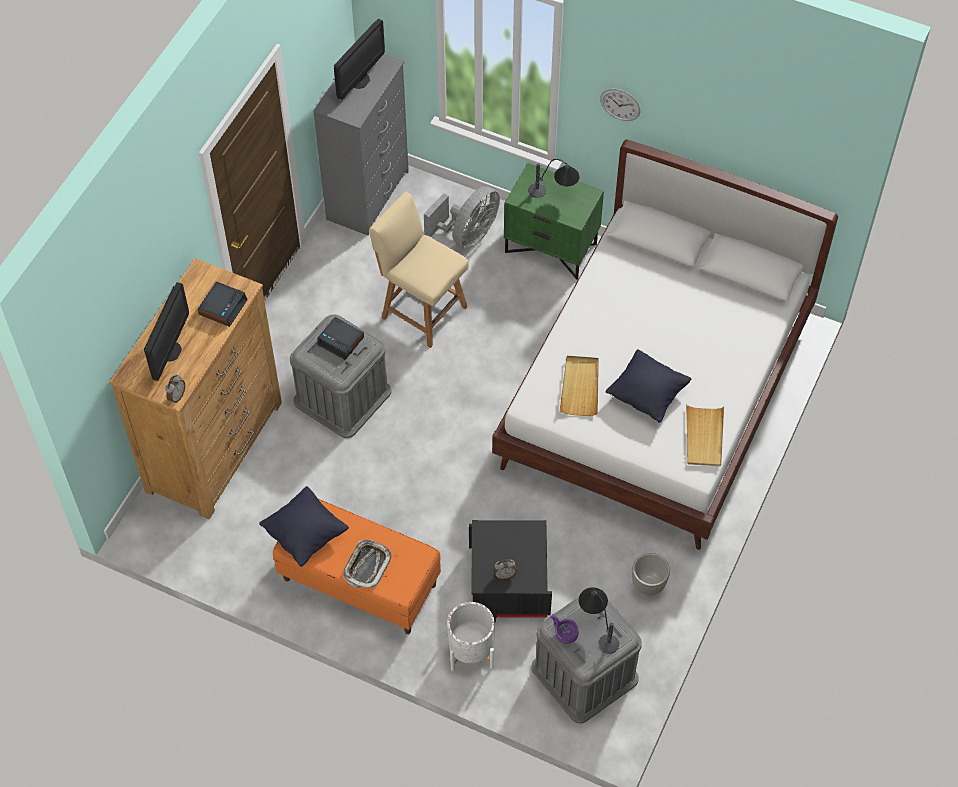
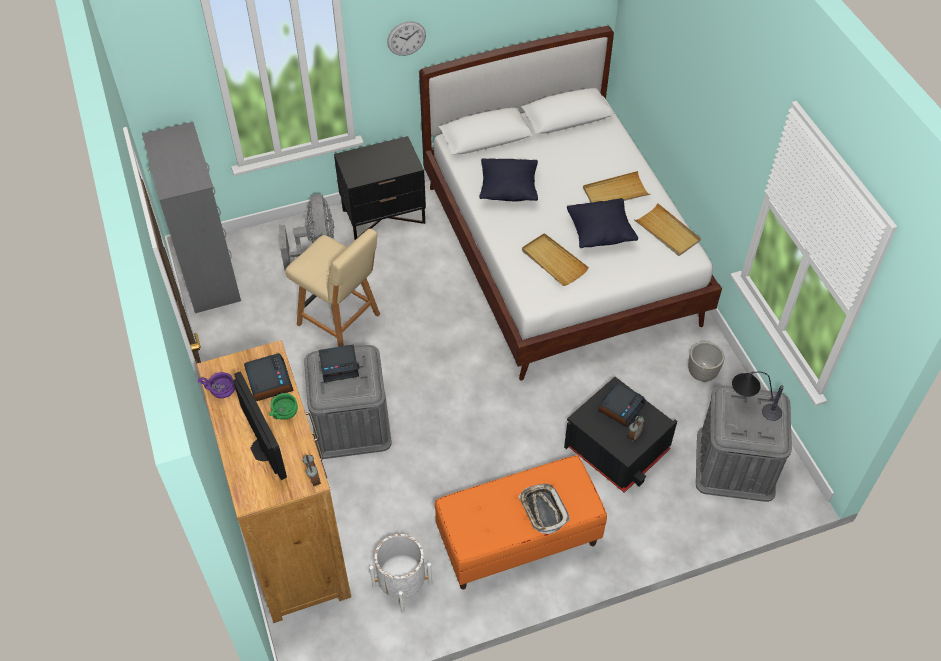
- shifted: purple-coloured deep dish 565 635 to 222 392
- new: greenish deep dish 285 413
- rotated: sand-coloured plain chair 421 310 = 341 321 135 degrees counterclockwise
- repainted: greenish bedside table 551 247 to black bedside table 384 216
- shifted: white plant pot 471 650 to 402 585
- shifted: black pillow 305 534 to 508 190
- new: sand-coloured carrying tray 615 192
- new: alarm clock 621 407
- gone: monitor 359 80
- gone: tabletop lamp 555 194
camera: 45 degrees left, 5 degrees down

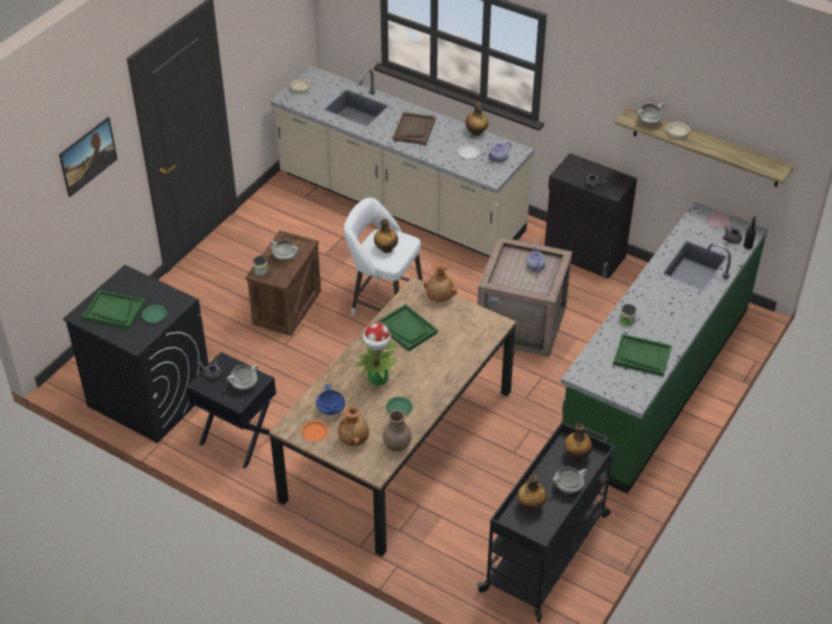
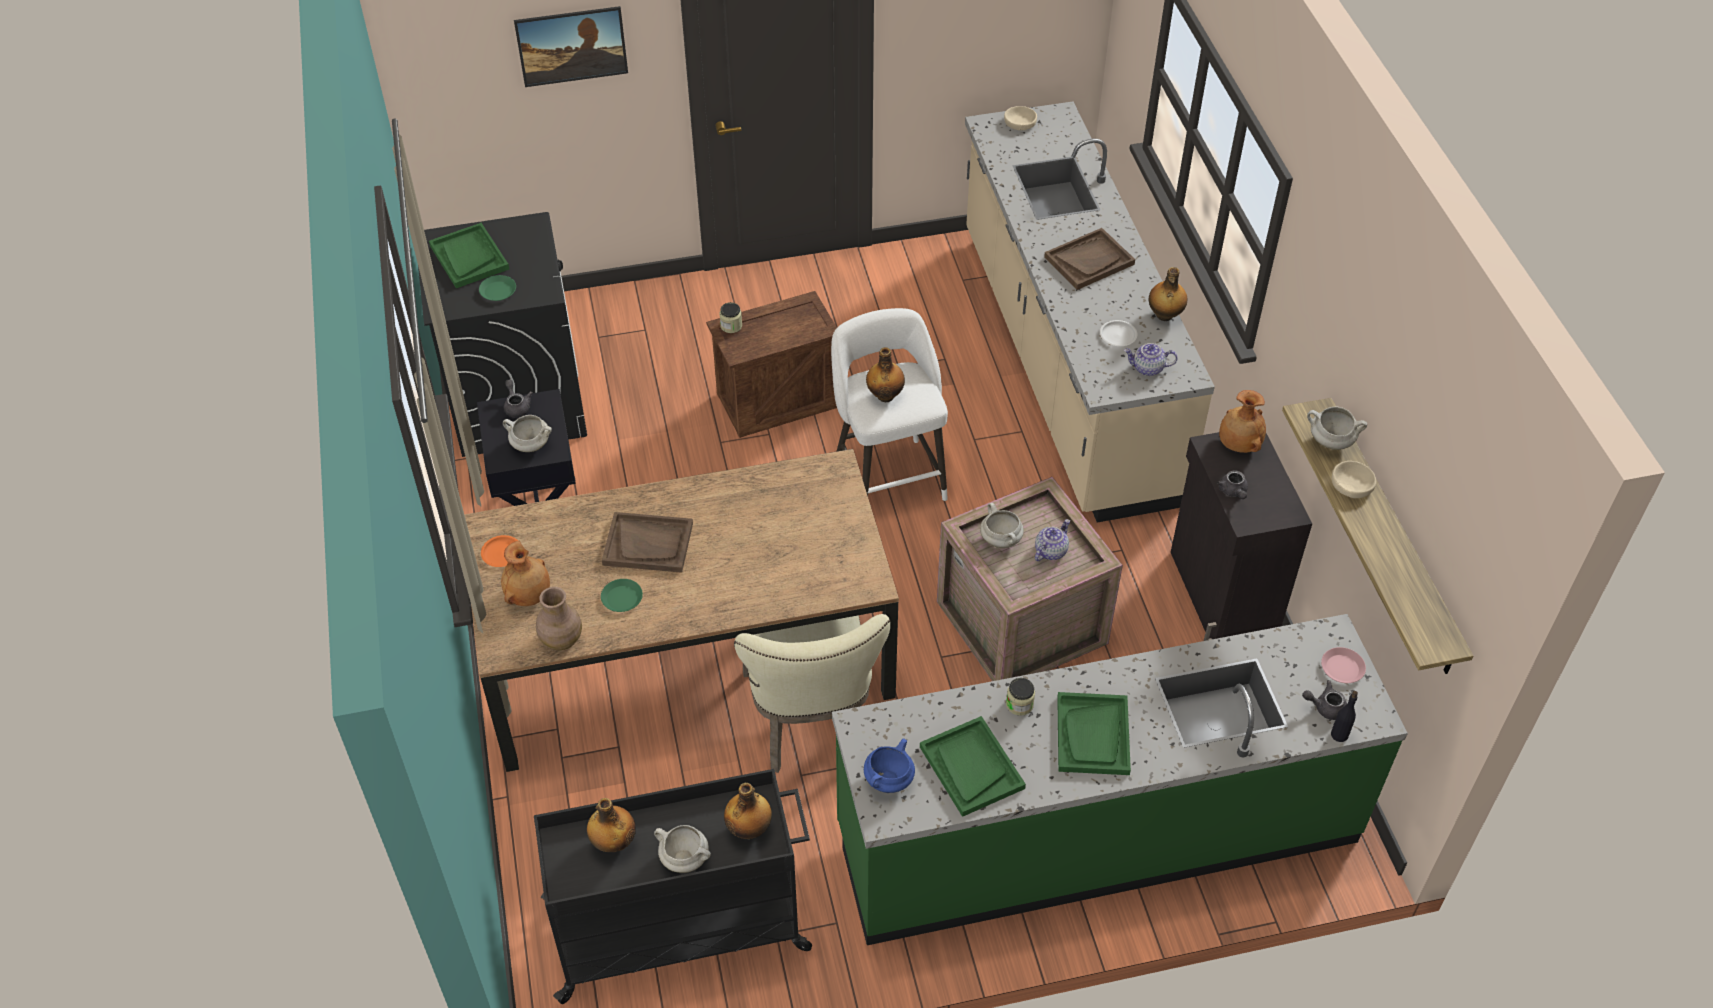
- swapped: potted plant 378 378 to brown carrying tray 648 544
- new: sand-coloured plain chair 810 722
- shifted: bluish saucepot 331 410 to 888 780
- shifted: white saucepot 285 257 to 1001 540
- shifted: greenish carrying tray 407 329 to 1093 735
- shifted: brown vase 439 298 to 1238 444
camera: 45 degrees right, 5 degrees up

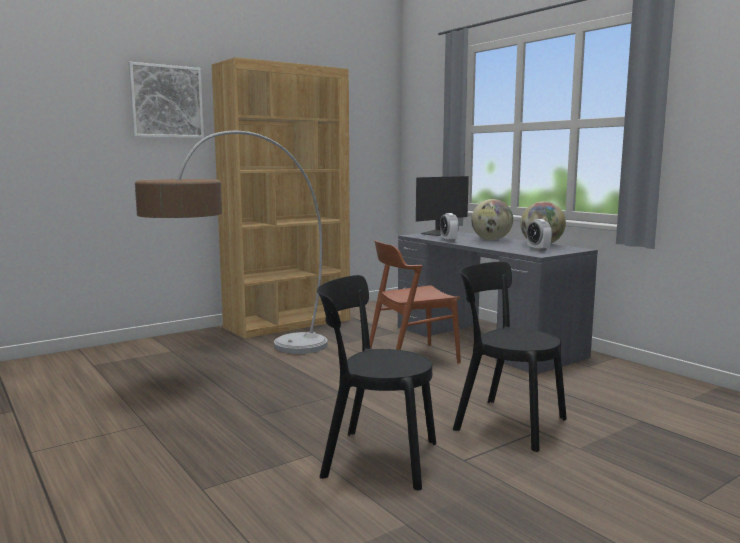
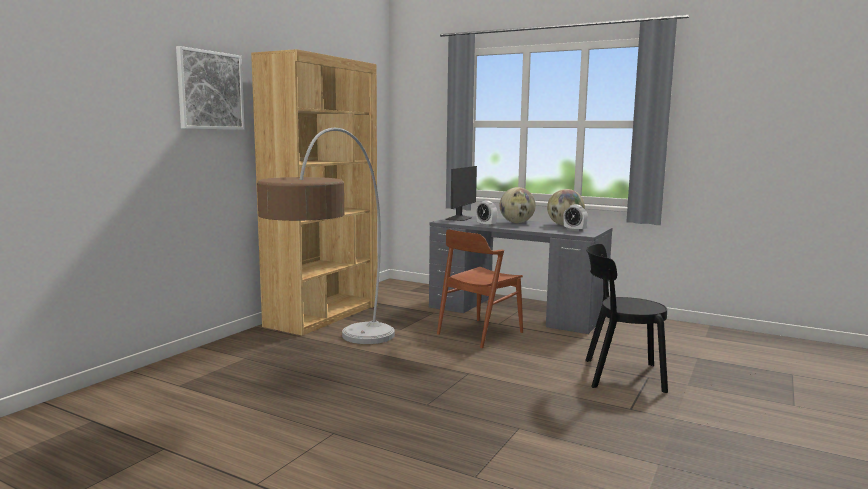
- gone: black plain chair 374 458
camera: 25 degrees left, 0 degrees up

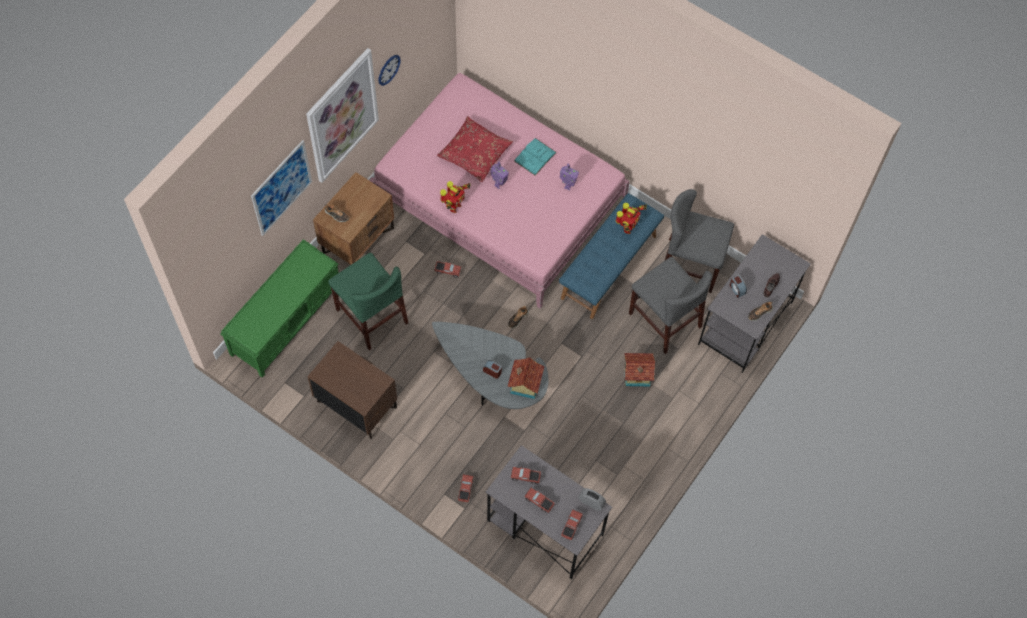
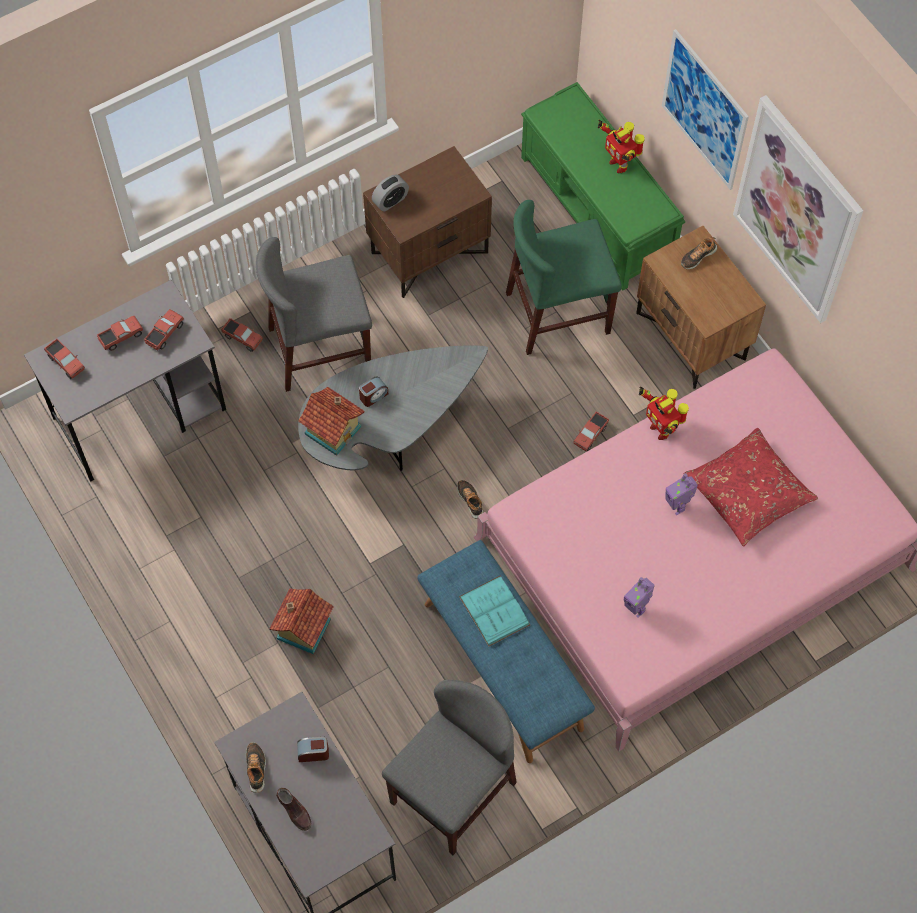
- shifted: grey plain chair 664 320 to 320 349
- shifted: alarm clock 591 502 to 390 201
- shifted: turquoise volume 535 156 to 494 610
- shifted: robot figure 627 228 to 619 163
- gone: wall clock 389 69
camera: 115 degrees right, 0 degrees up

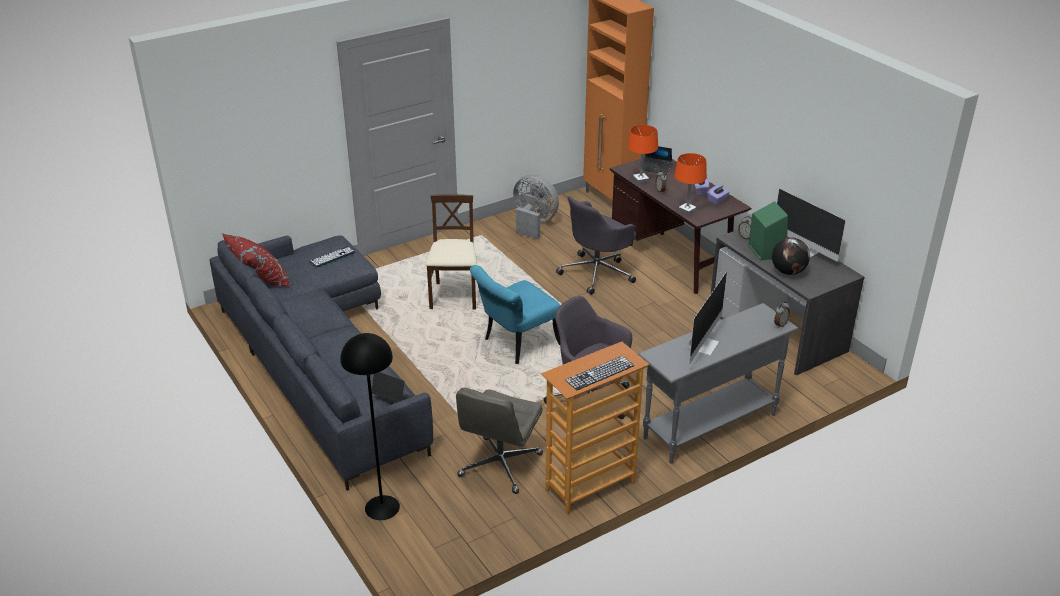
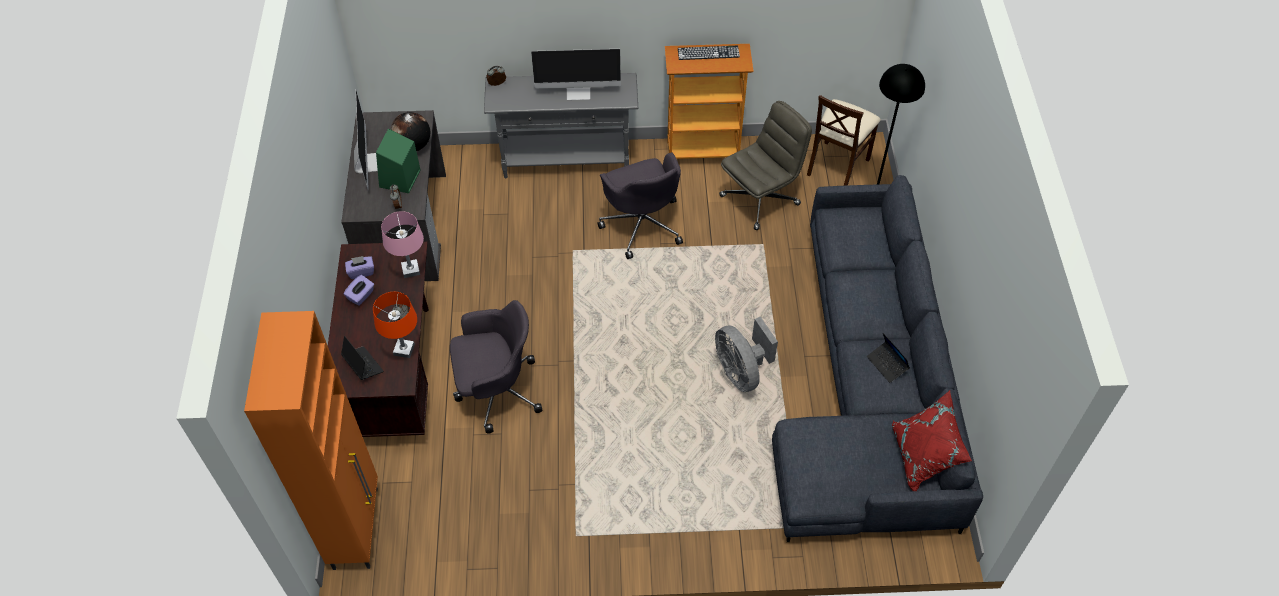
- repainted: orange-coloured tabletop lamp 687 211 to pinkish tabletop lamp 411 270
- rotated: monitor 703 345 = 578 92 150 degrees counterclockwise
- shifted: grey fan 533 223 to 741 371
- shifted: sand-coloured plain chair 454 297 to 837 165
- shifted: portable computer 392 398 to 887 364
- gone: computer keyboard 332 257
- gone: turquoise plain chair 515 344
camera: 150 degrees left, 20 degrees up

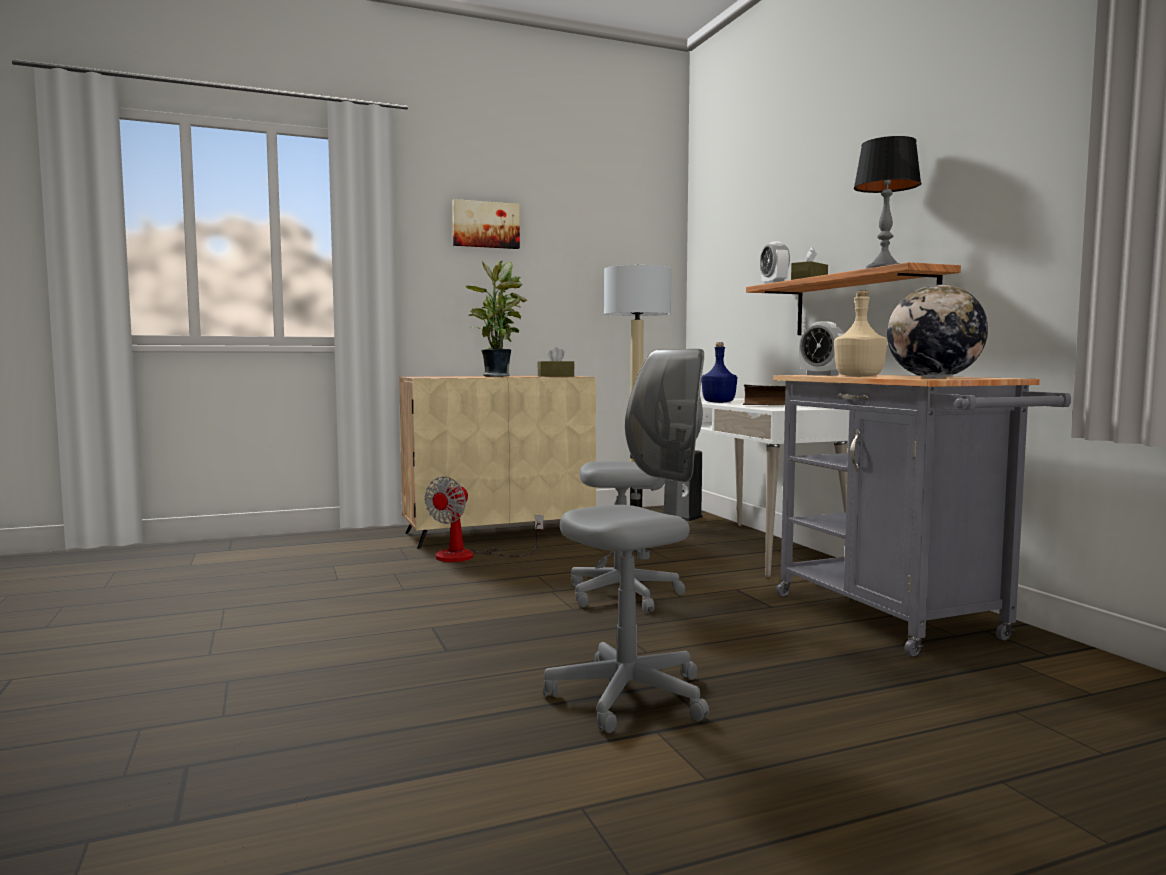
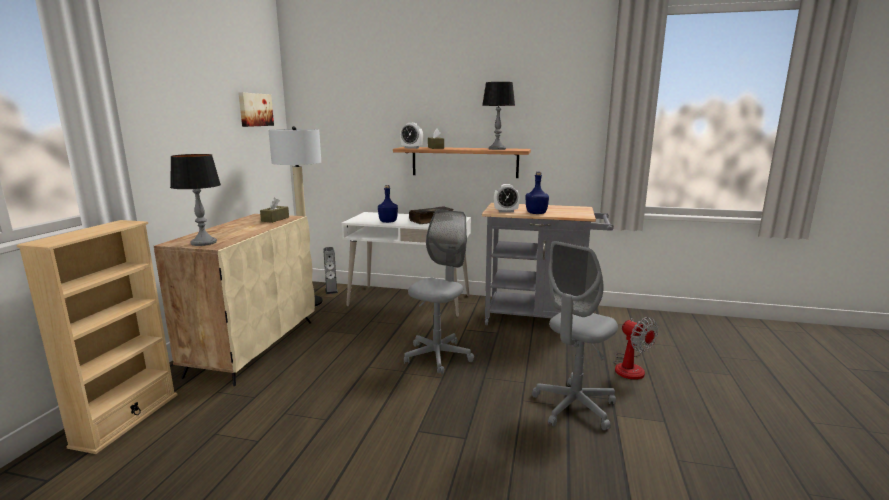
- new: sand-coloured bookcase 126 419
- new: tabletop lamp 203 243
- shifted: wall art 485 225 to 255 109
- repainted: sand-coloured bottle 858 376 to bluish bottle 536 213
- rotated: grey desk chair 629 696 = 574 407 135 degrees counterclockwise
- shifted: fan 469 556 to 630 366
- gone: potted plant 497 376
- gone: desk globe 934 378
camera: 55 degrees left, 10 degrees up

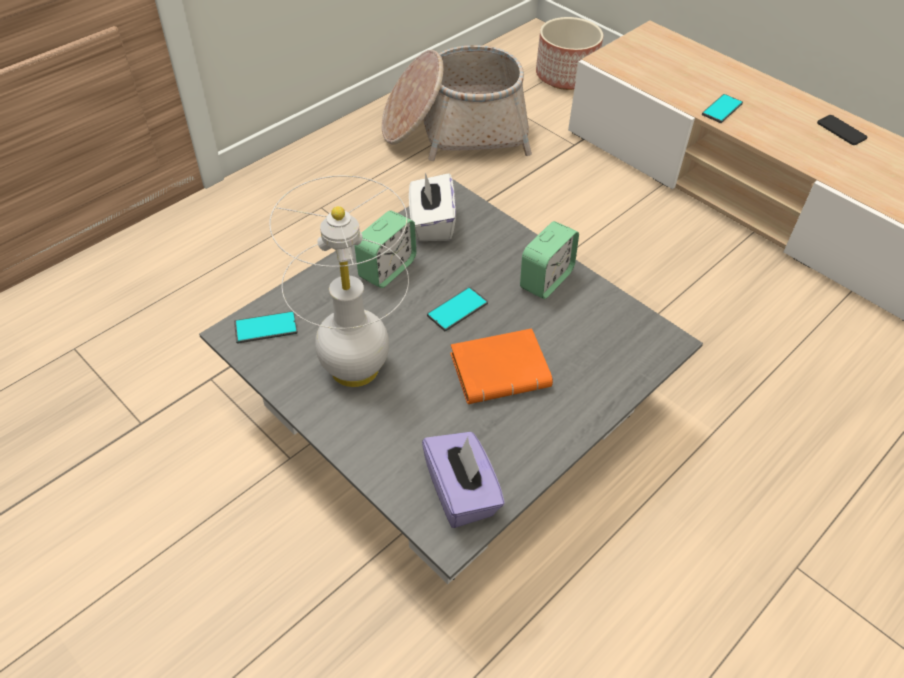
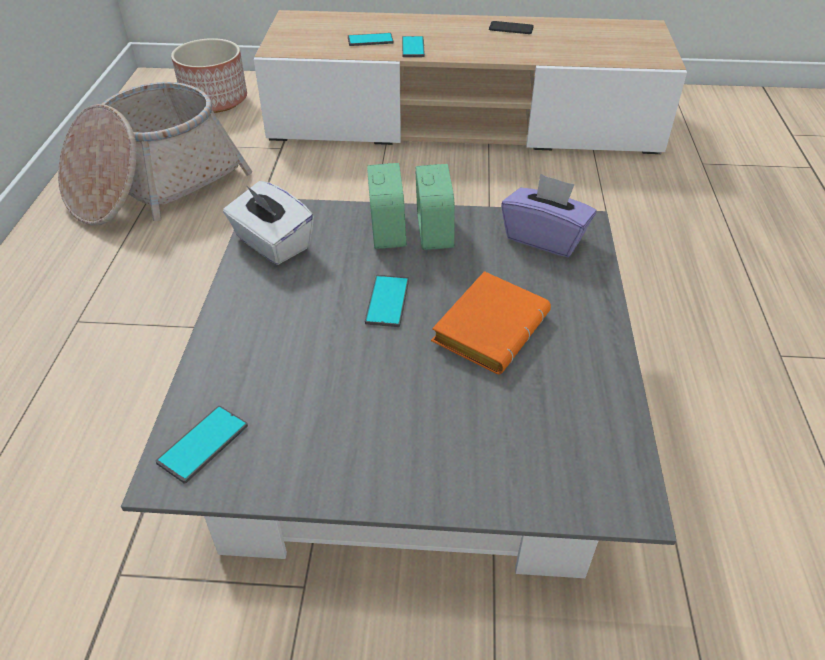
- new: telephone 370 40
- shifted: alarm clock 387 269 to 387 232
- shifted: purple-coloured tissue box 461 492 to 544 238
- gone: white tabletop lamp 354 368
camera: 40 degrees left, 5 degrees down

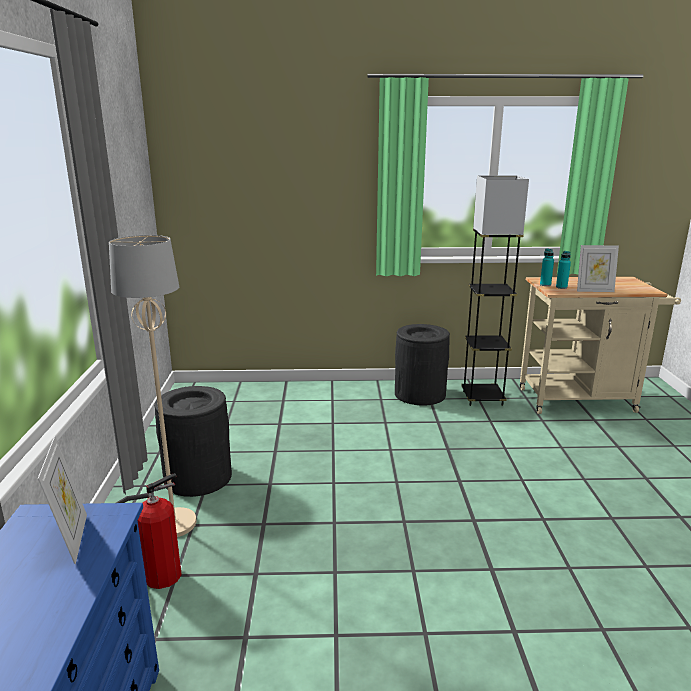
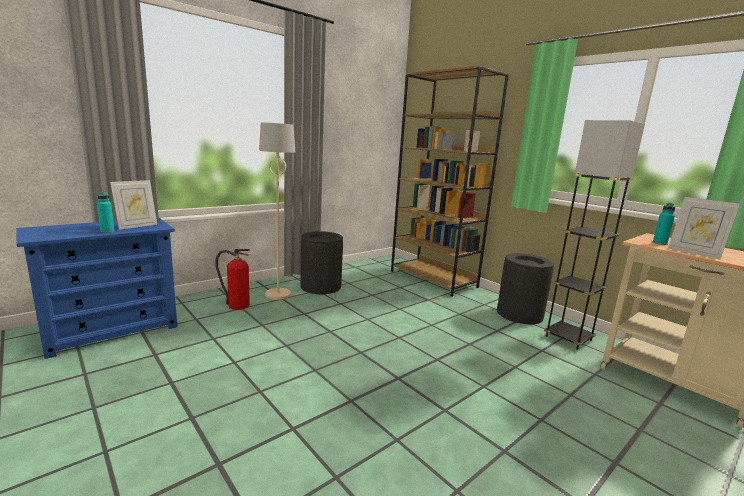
- shifted: turquoise bottle 545 285 to 107 231
- new: brown bookcase 433 279
camera: 50 degrees right, 5 degrees down

